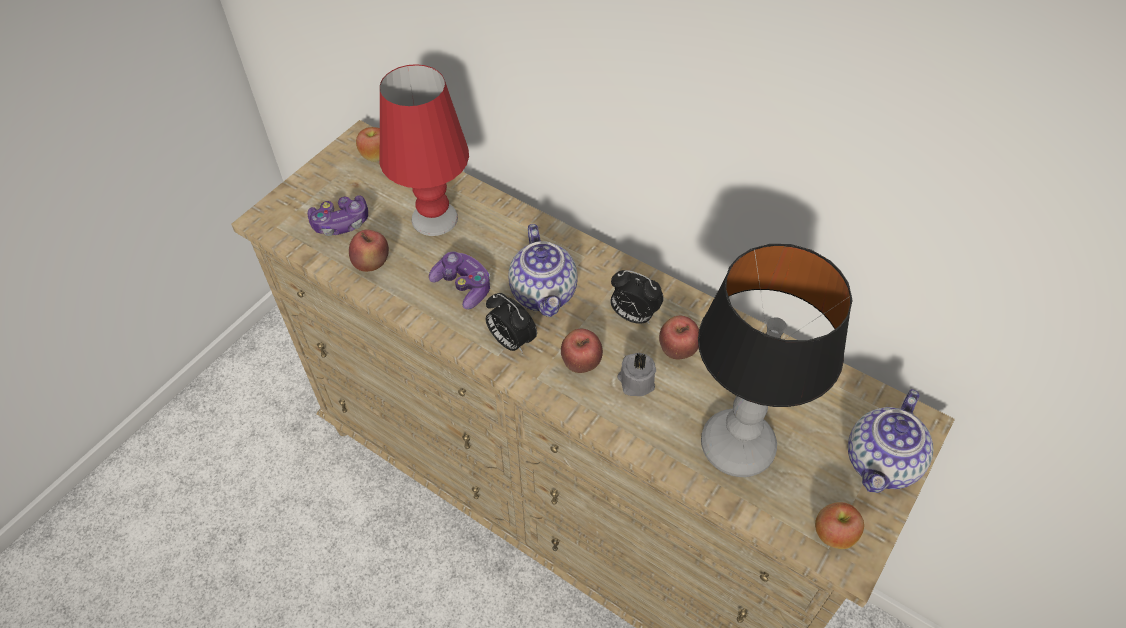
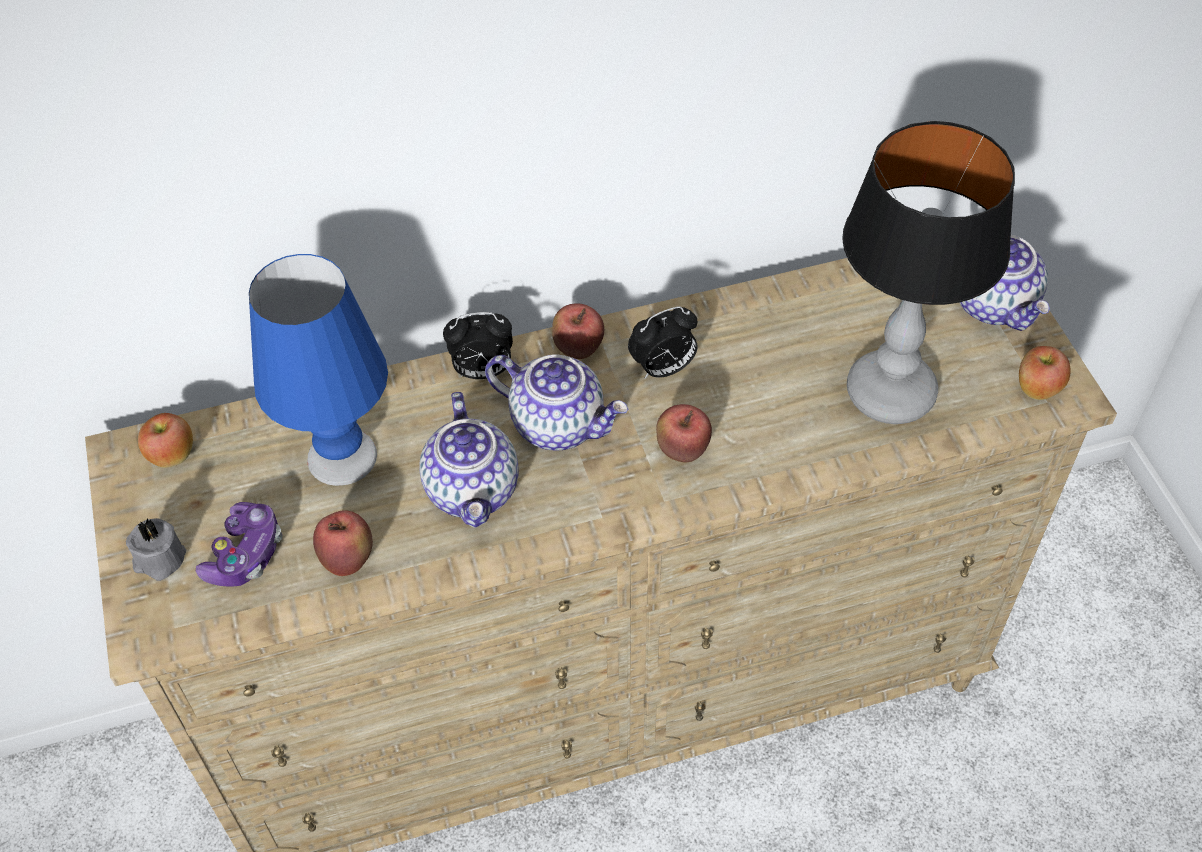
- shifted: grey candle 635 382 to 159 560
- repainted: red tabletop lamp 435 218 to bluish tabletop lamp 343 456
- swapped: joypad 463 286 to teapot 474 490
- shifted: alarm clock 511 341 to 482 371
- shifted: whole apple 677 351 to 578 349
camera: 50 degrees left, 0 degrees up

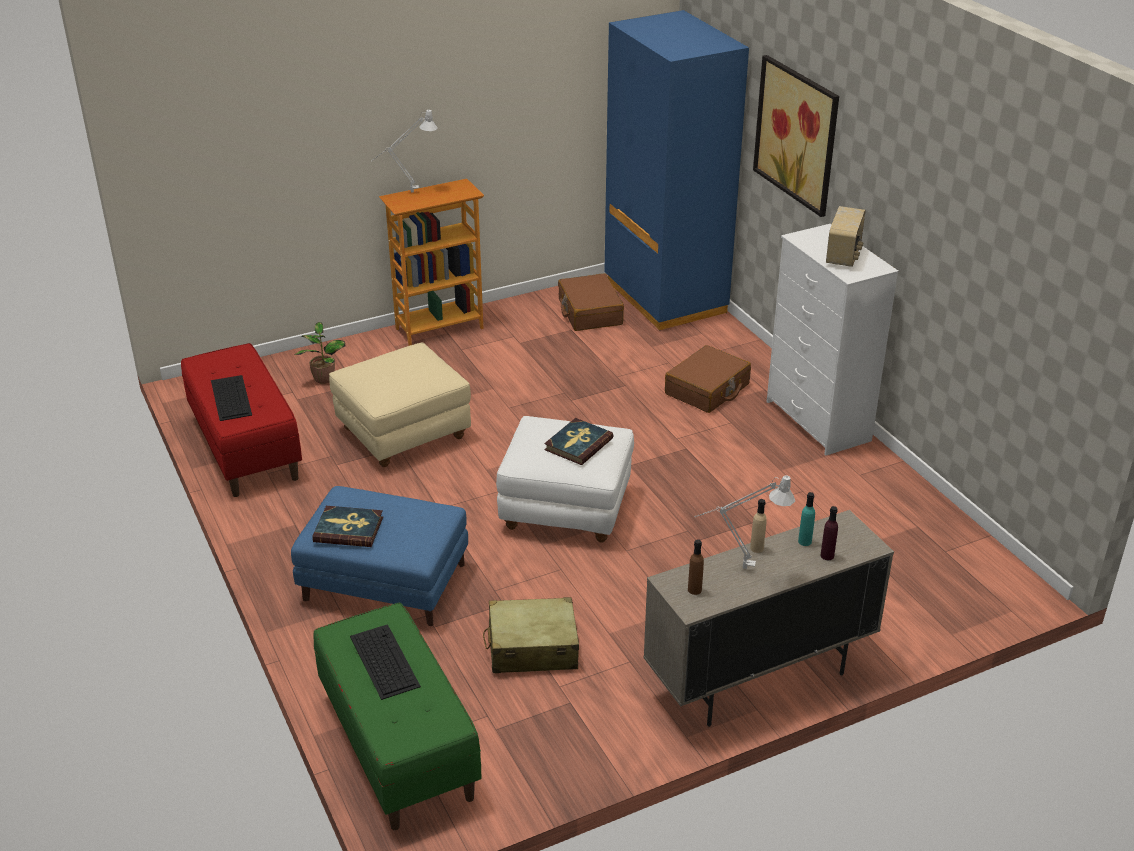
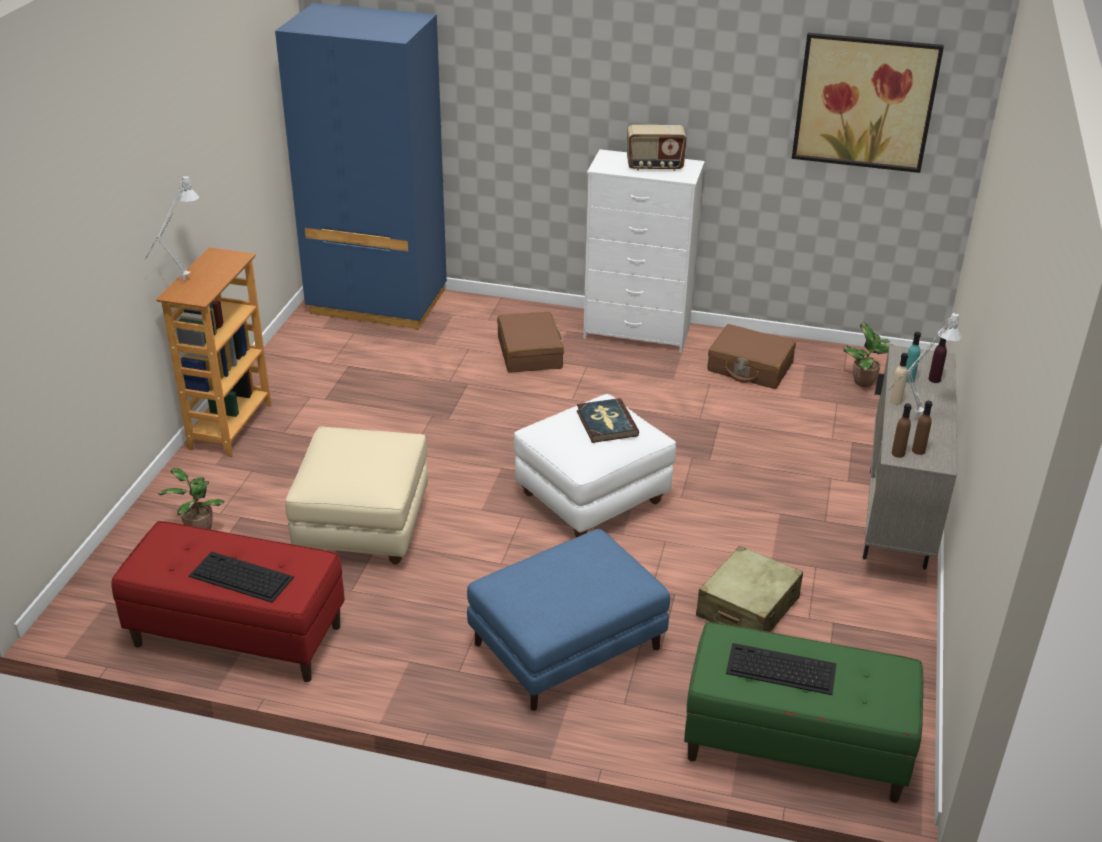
- rotated: radio set 844 256 = 654 166 120 degrees clockwise
- shifted: brown travel case 589 312 to 749 367
- shifted: wall art 796 134 to 865 102
- new: potted plant 865 382
- new: brown bottle 898 453
- gone: volume 348 529
camera: 50 degrees left, 0 degrees up

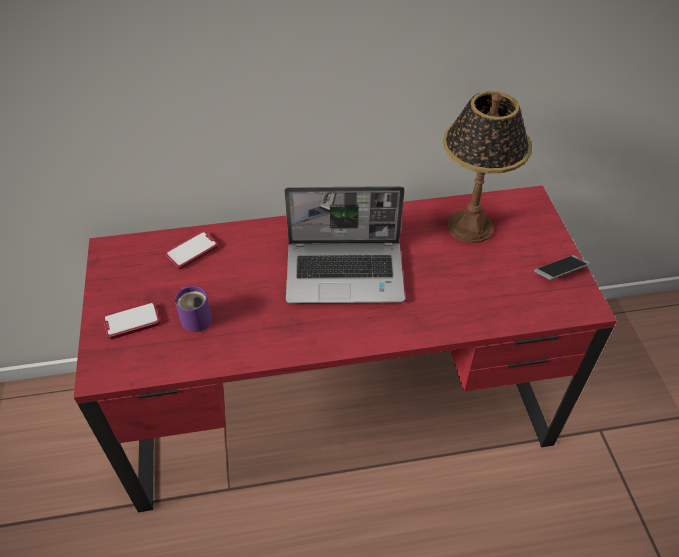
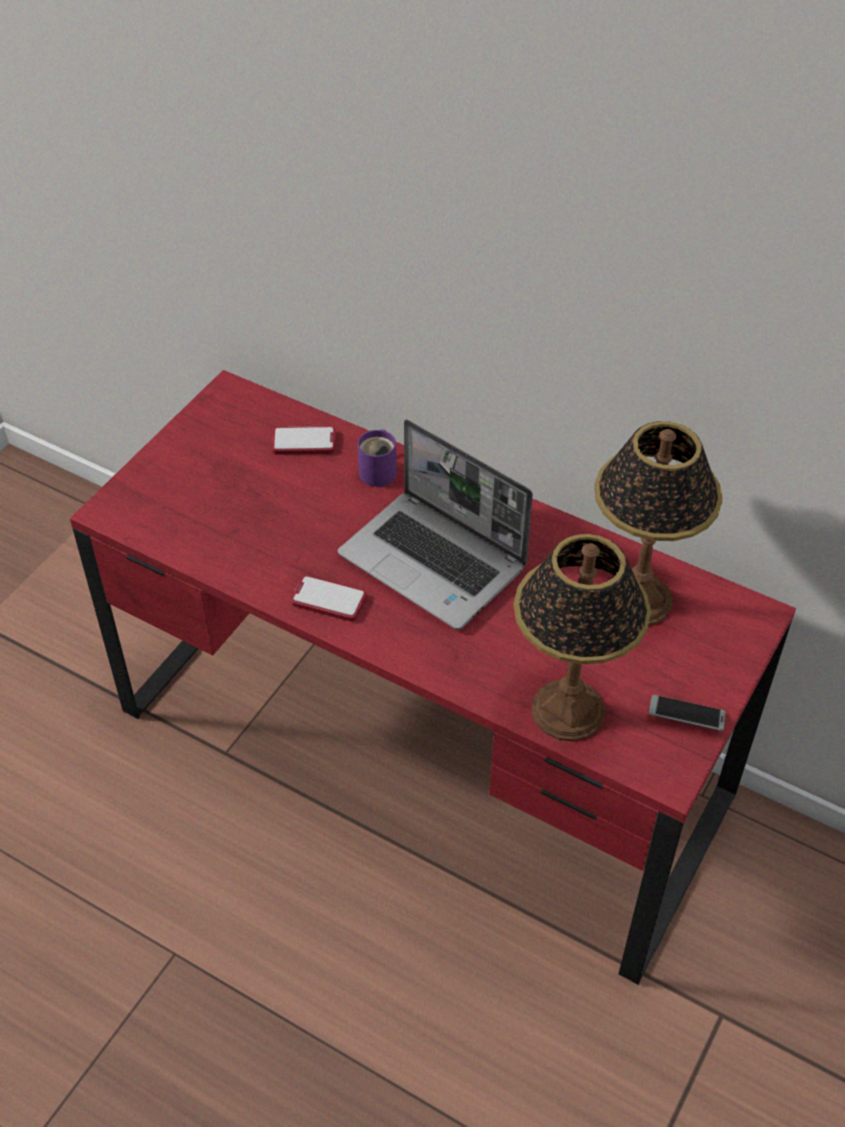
- shifted: telephone 132 322 to 329 600
- shifted: purple-coloured mug 196 317 to 380 470
- new: tabletop lamp 568 711
camera: 40 degrees right, 0 degrees up

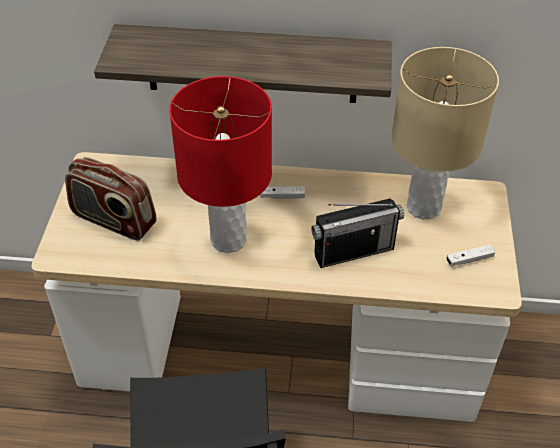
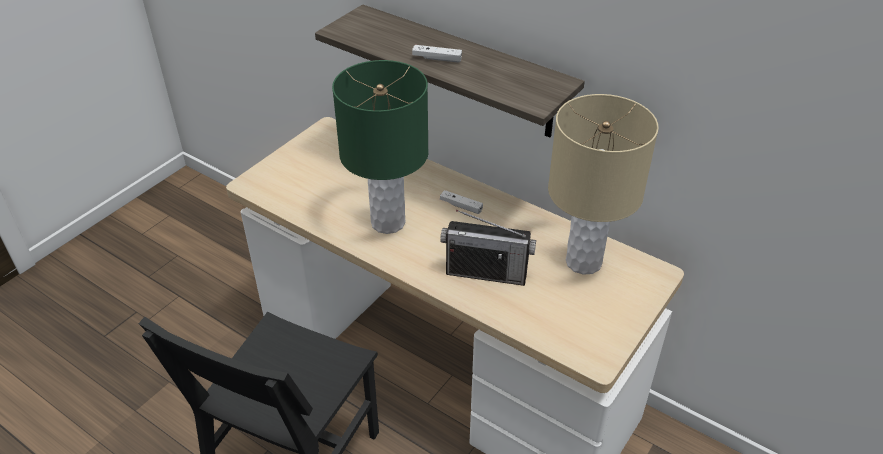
- repainted: red tabletop lamp 229 239 to greenish tabletop lamp 388 222
- shifted: white joypad 469 259 to 437 59
- gone: radio set 113 220
camera: 30 degrees right, 5 degrees down

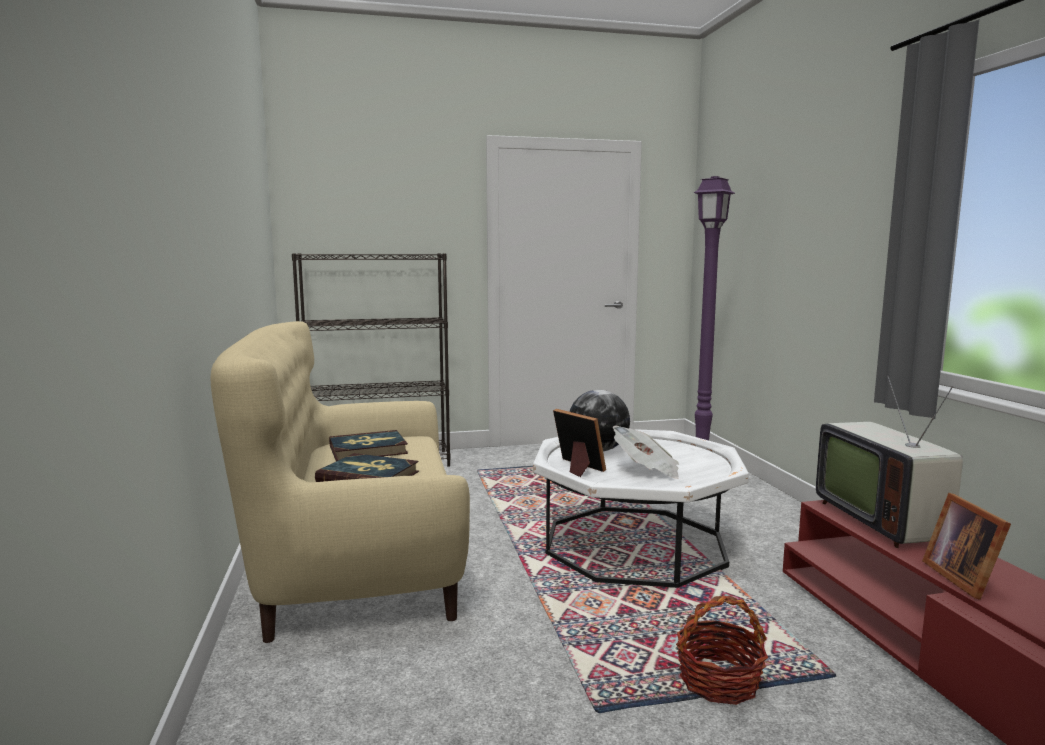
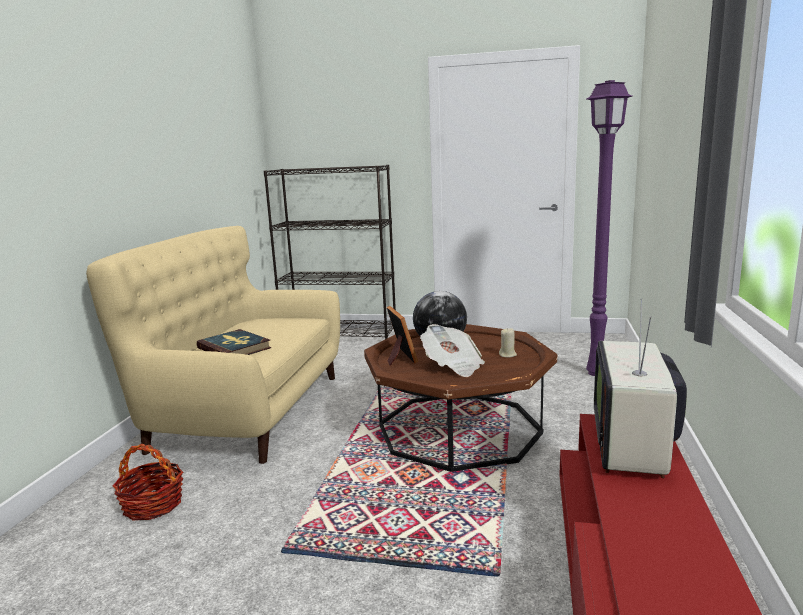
- shifted: household basket 718 681 to 152 505
- repainted: white low table 634 544 to brown low table 459 429
- new: sand-coloured candle 507 355
- gone: volume 368 449
- gone: standing frame 963 578
camera: 25 degrees right, 5 degrees up

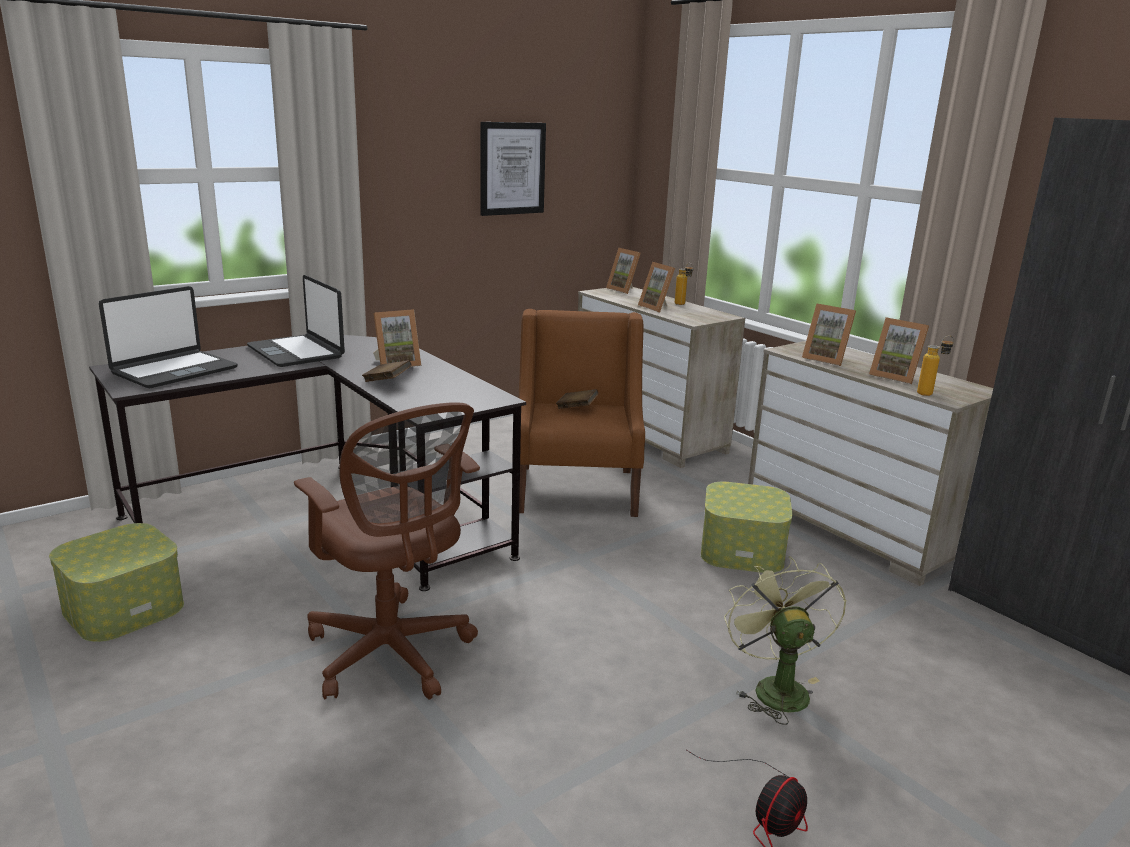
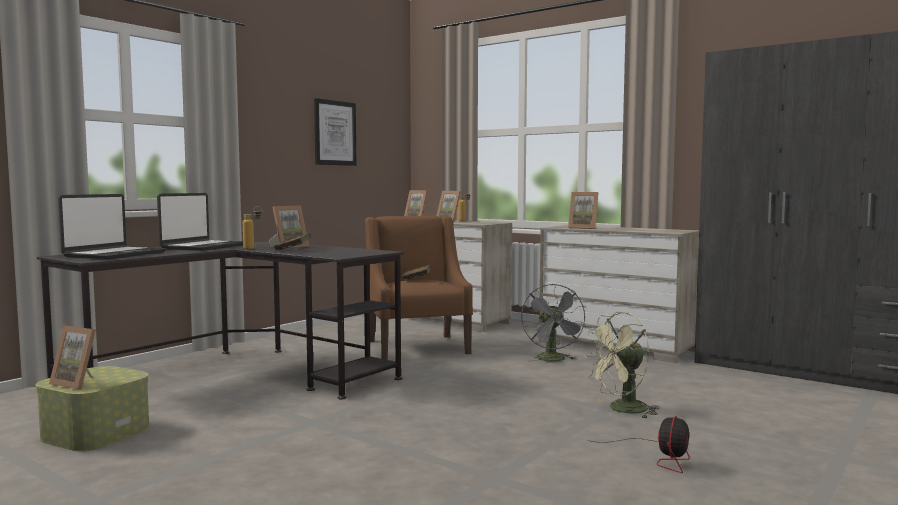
- shifted: standing frame 895 376 to 79 383
- rotated: portable computer 297 352 = 203 247 105 degrees counterclockwise
- shifted: bottle 930 393 to 253 248
- swapped: storage box 742 550 to grey fan 553 360
- rotated: greenish fan 775 687 = 622 410 90 degrees counterclockwise
- gone: brown desk chair 392 655
camera: 15 degrees left, 15 degrees down

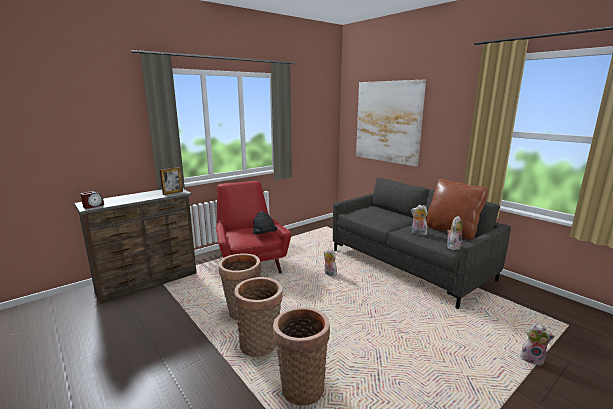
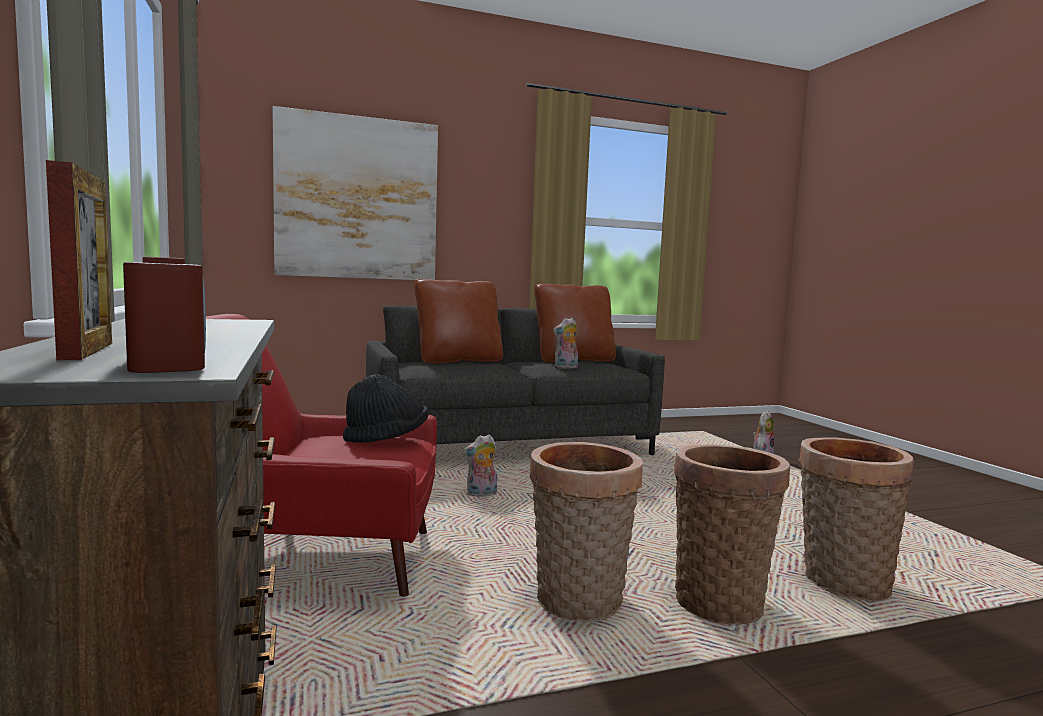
- shifted: standing frame 173 193 to 87 351
- new: brown pillow 458 361
- gone: plush toy 453 246
camera: 70 degrees left, 10 degrees down

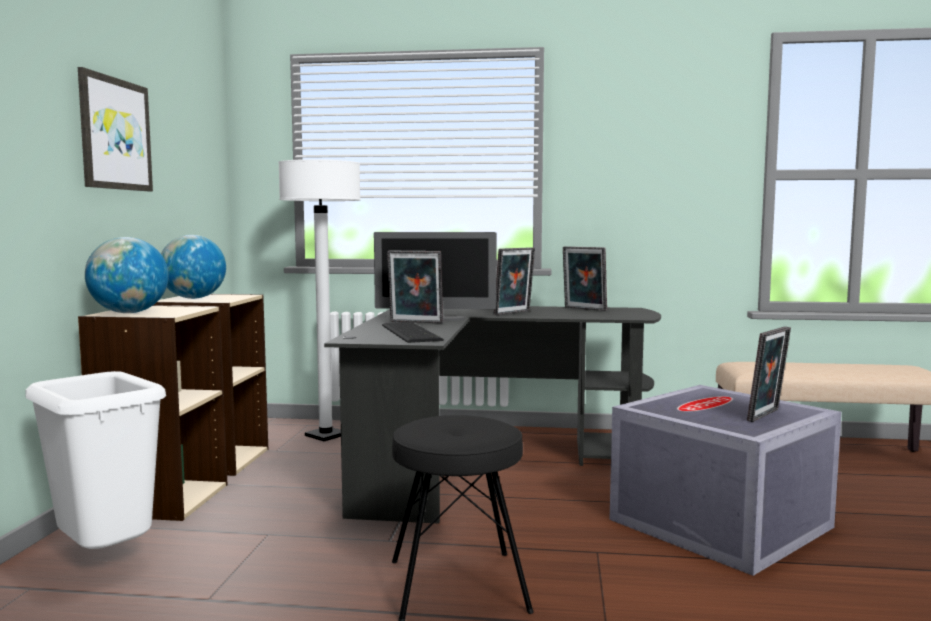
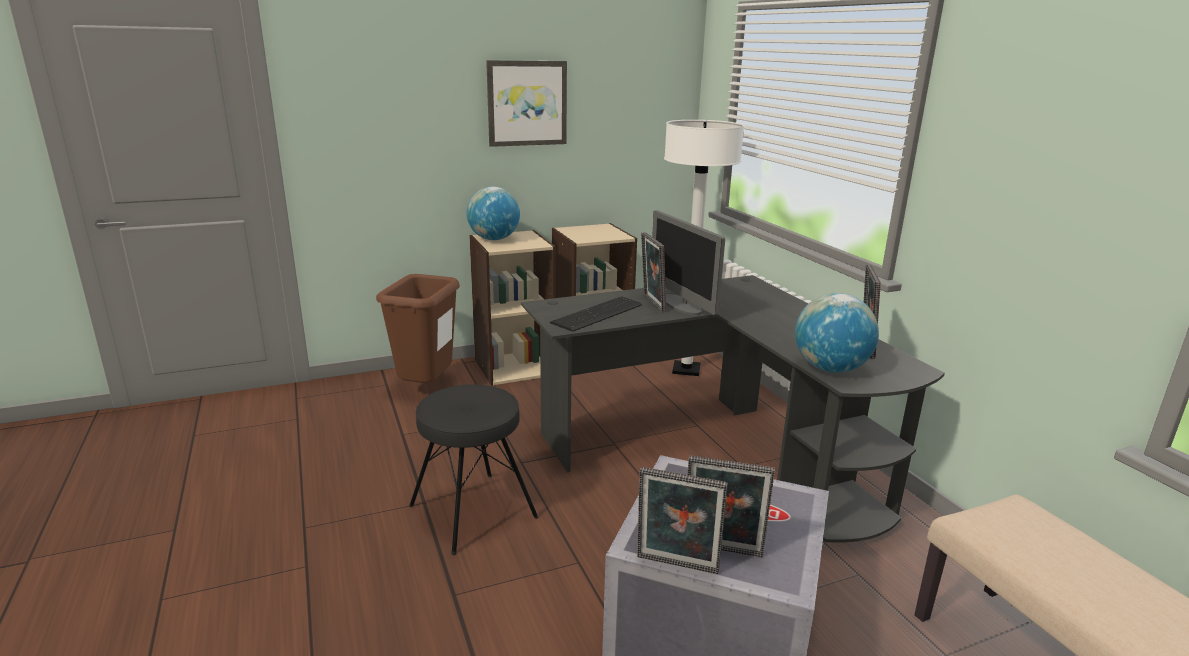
- repainted: white waste bin 106 561 to brown waste bin 426 389
- shifted: standing frame 514 313 to 676 566
- shifted: desk globe 193 298 to 830 368
camera: 60 degrees right, 15 degrees up

